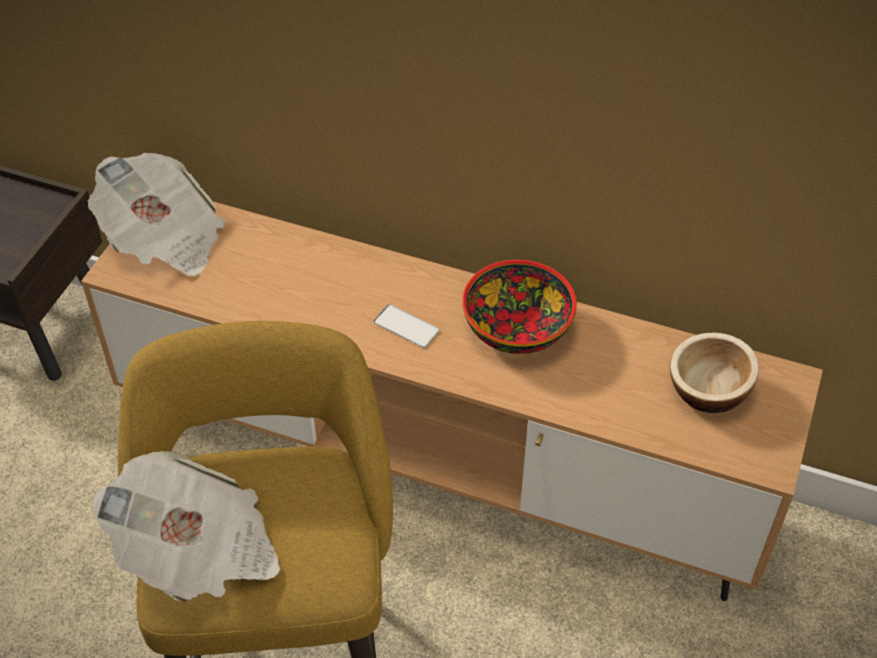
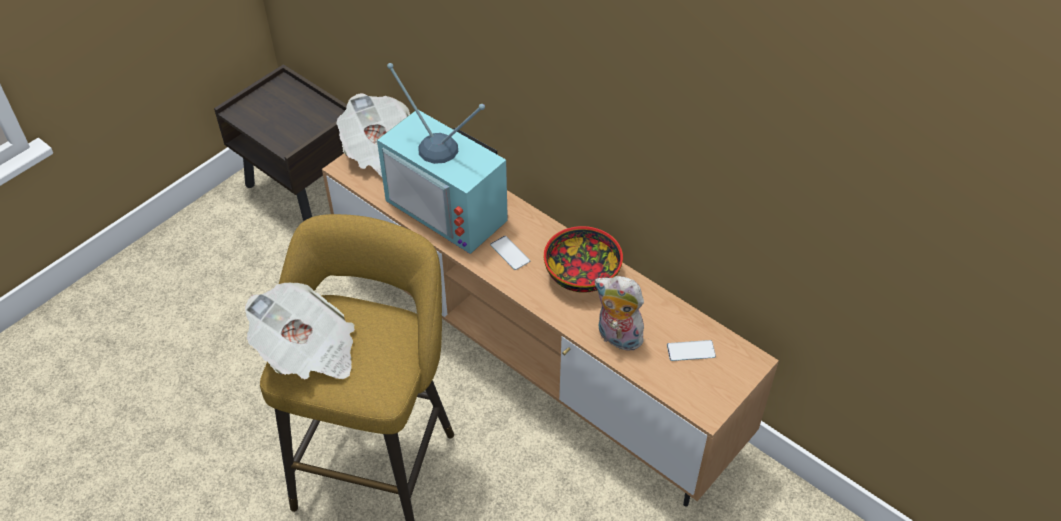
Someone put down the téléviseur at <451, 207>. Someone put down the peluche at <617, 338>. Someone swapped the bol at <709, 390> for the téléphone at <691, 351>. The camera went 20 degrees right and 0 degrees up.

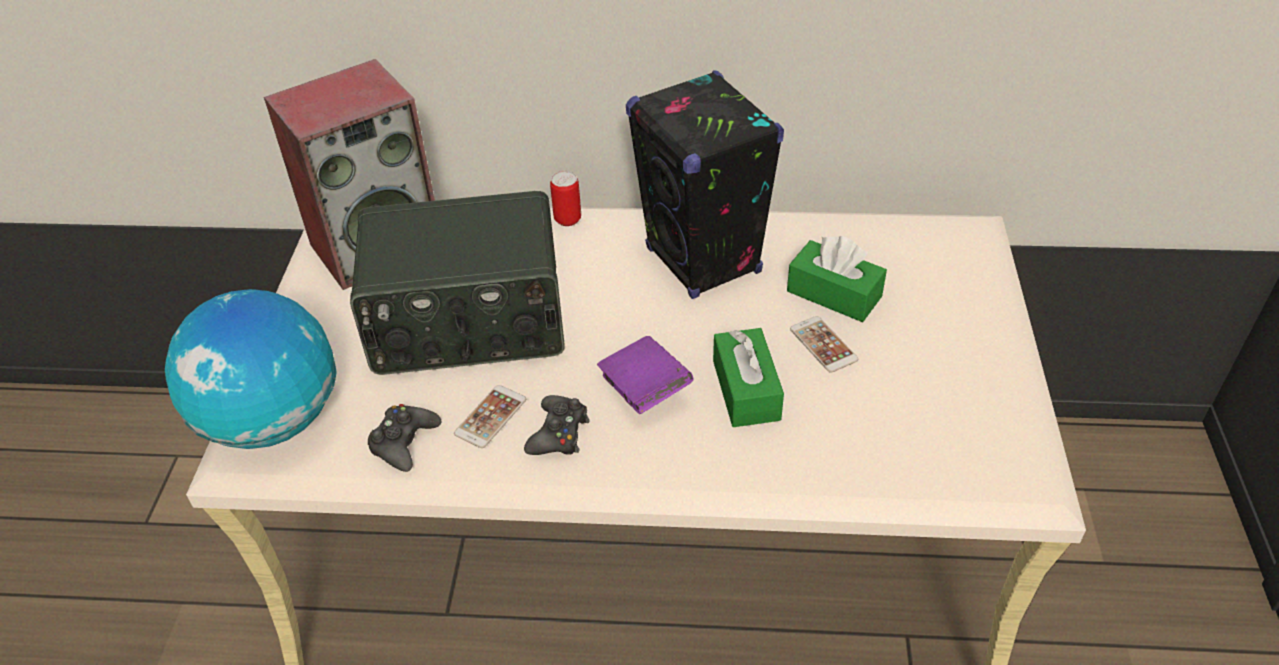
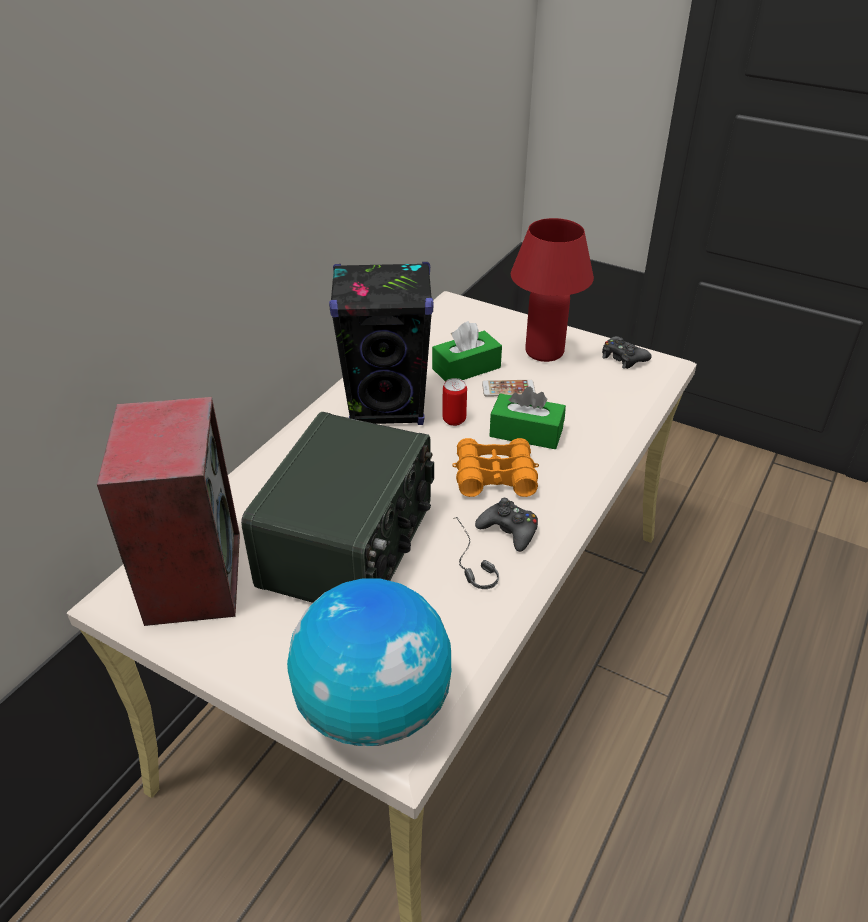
Someone carried the boîte métallique from <567, 219> to <454, 420>. Someone swapped the livre [violet] at <644, 390> for the jumelles [orange] at <494, 476>. Someone swapped the téléphone at <490, 417> for the casque audio at <467, 562>. Someone put down the lampe de table [rouge] at <544, 352>. Someone carried the manette [noir] from <404, 442> to <623, 358>. The camera went 65 degrees left and 5 degrees down.

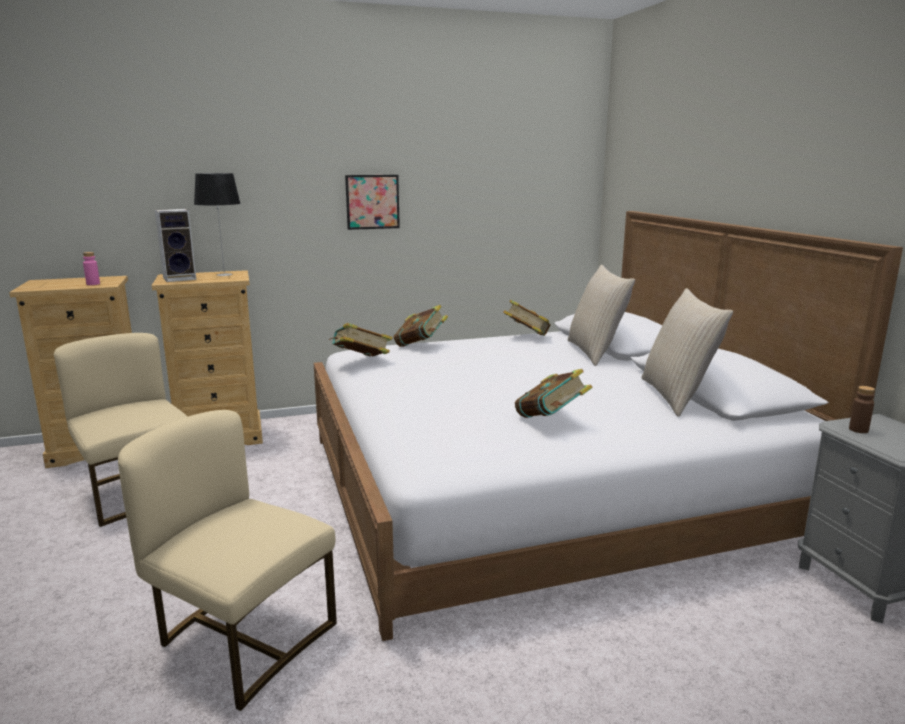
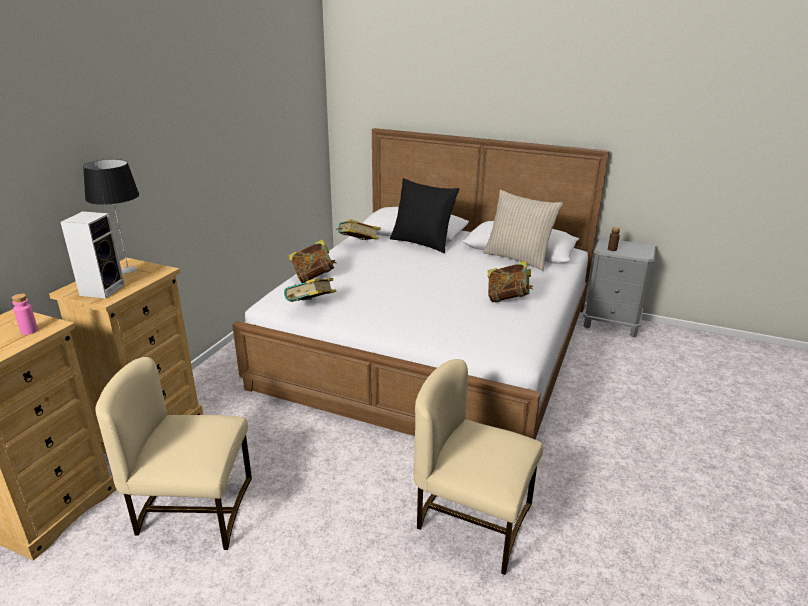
Someone repainted the coussin [beige] at <596, 352>, which became the coussin [noir] at <422, 243>. Someone rotated the chaise [beige] at <242, 640> by 45 degrees clockwise. Someone took away the tableau at <372, 202>. The camera went 50 degrees left and 10 degrees up.

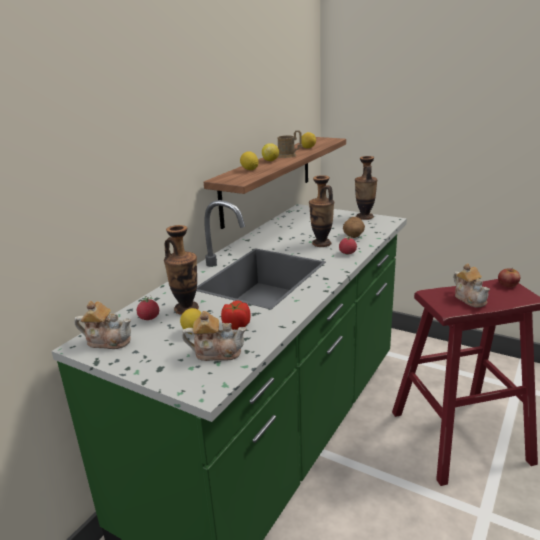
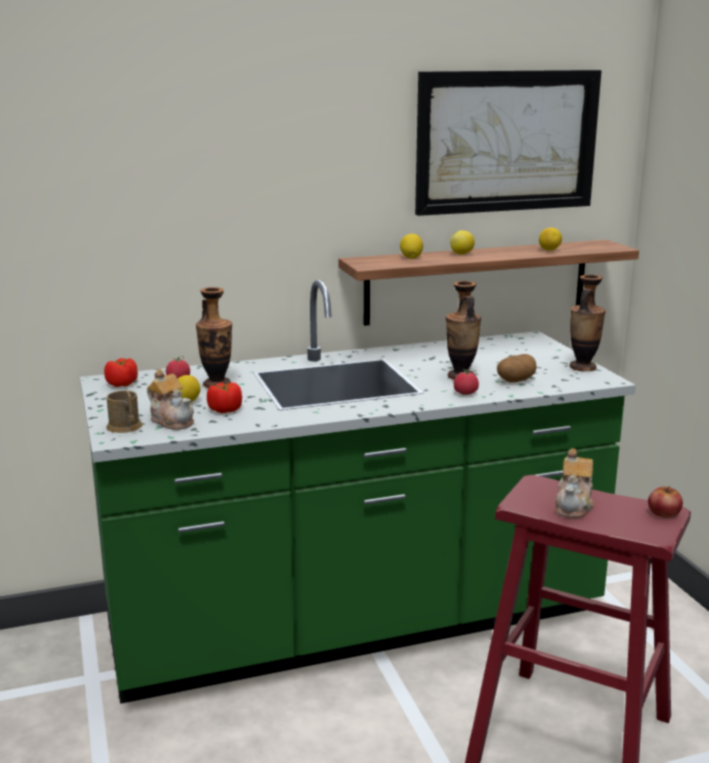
Someone swapped the théière at <108, 341> for the tomate at <122, 384>. Someone carried the mug [marron] from <289, 155> to <126, 428>. Someone put up the tableau at <506, 141>. The camera went 40 degrees right and 5 degrees down.

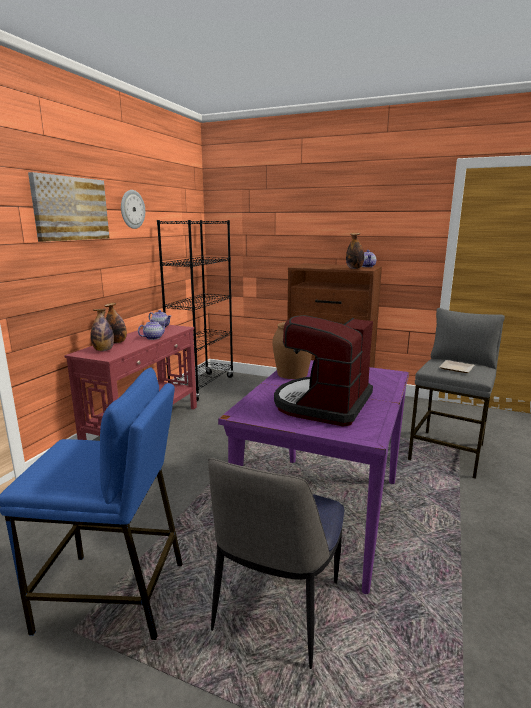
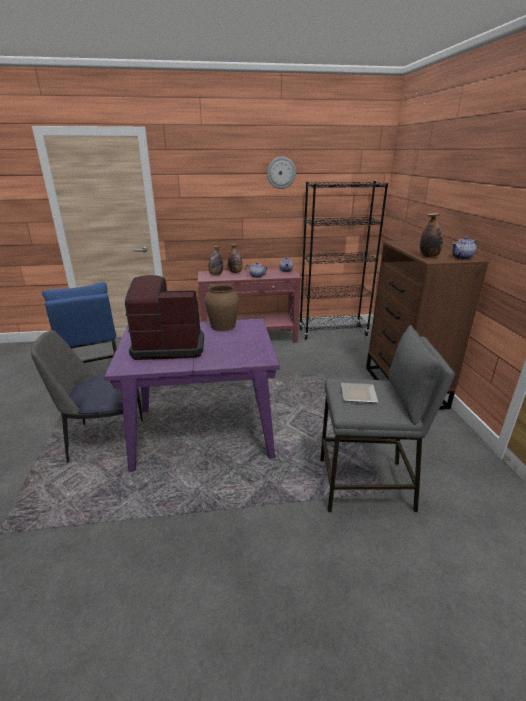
Someone took away the tableau at <70, 209>. The camera went 60 degrees right and 10 degrees up.

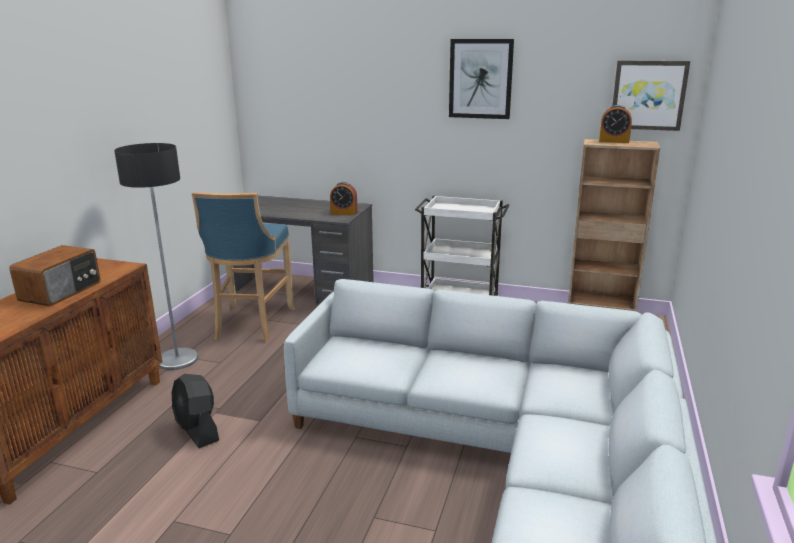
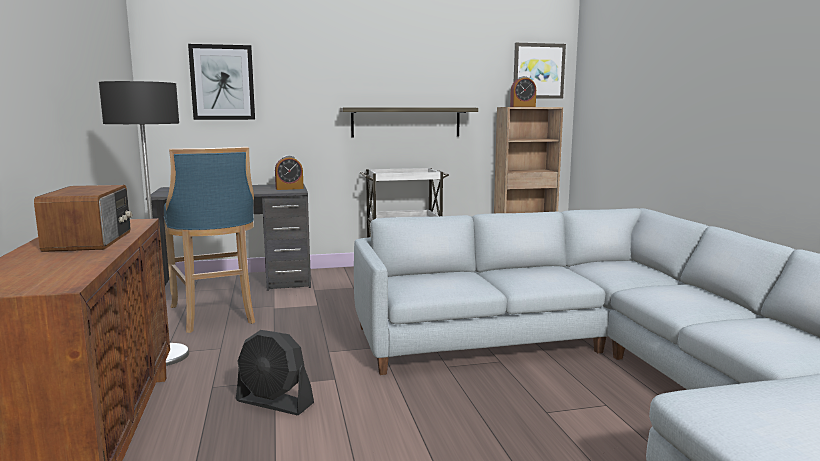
Someone carried the tableau from <480, 79> to <222, 82>. Someone put up the étagère at <406, 122>. The camera went 30 degrees left and 10 degrees down.

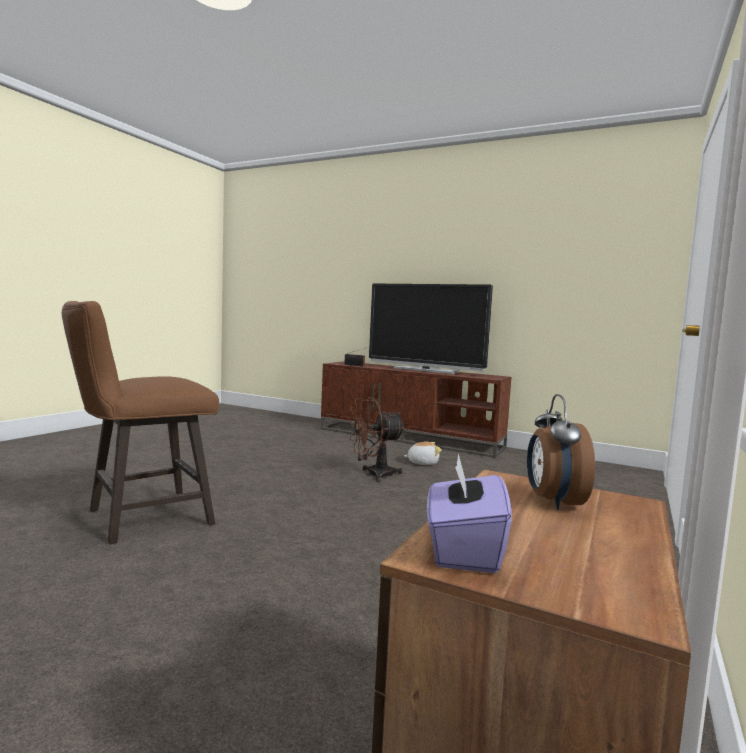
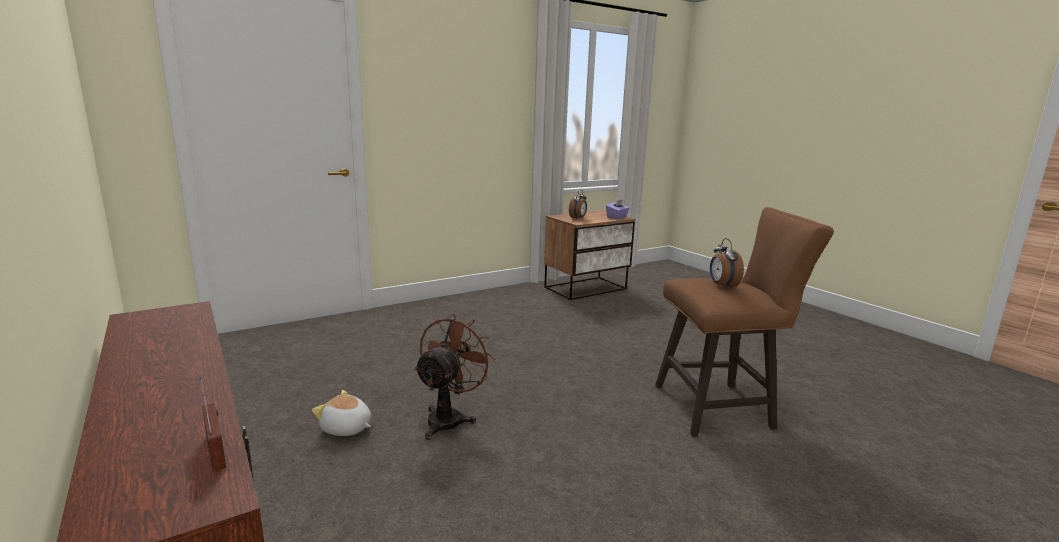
Someone rotated the ventilateur [marron] at <373, 475> by 75 degrees counterclockwise. Someone put down the réveil at <722, 286>. Someone took away the téléviseur at <425, 370>. The camera went 150 degrees left and 10 degrees up.

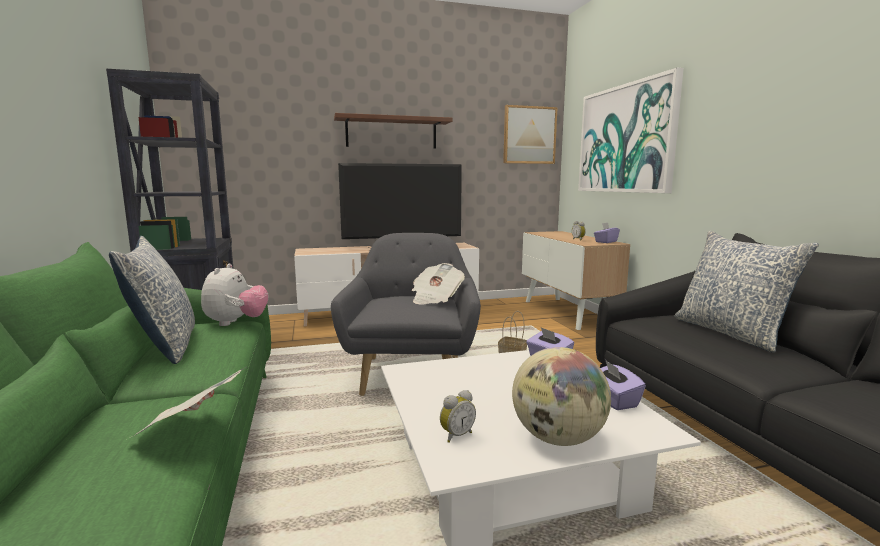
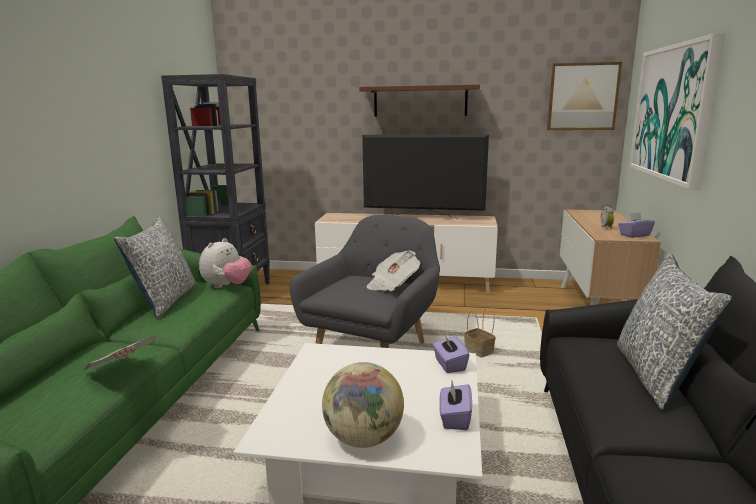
Someone took away the réveil at <456, 435>. The camera went 25 degrees right and 5 degrees up.

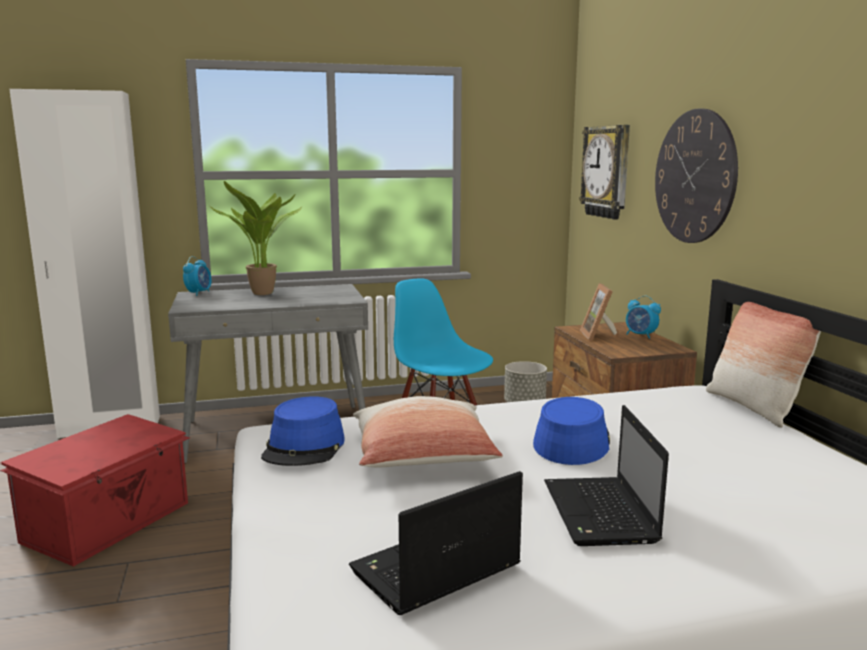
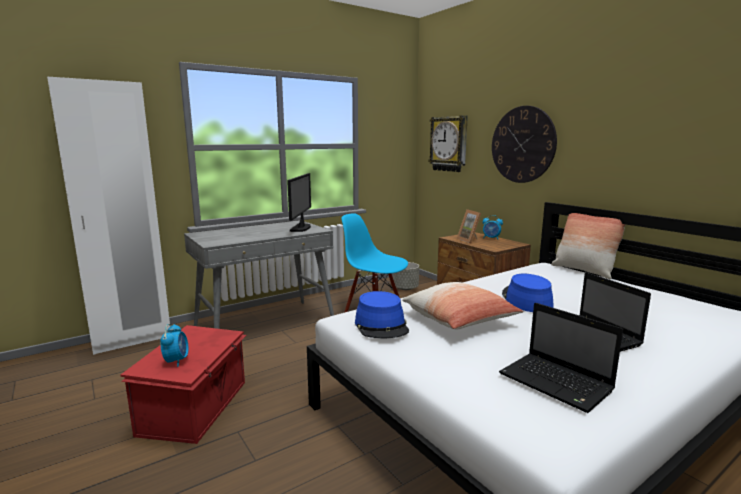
Someone carried the réveil from <199, 293> to <176, 361>. Someone put down the écran d'ordinateur at <301, 228>. Someone rotated the ordinateur portable at <433, 571> by 75 degrees counterclockwise. Someone took away the plante en pot at <264, 294>. The camera went 20 degrees left and 0 degrees up.

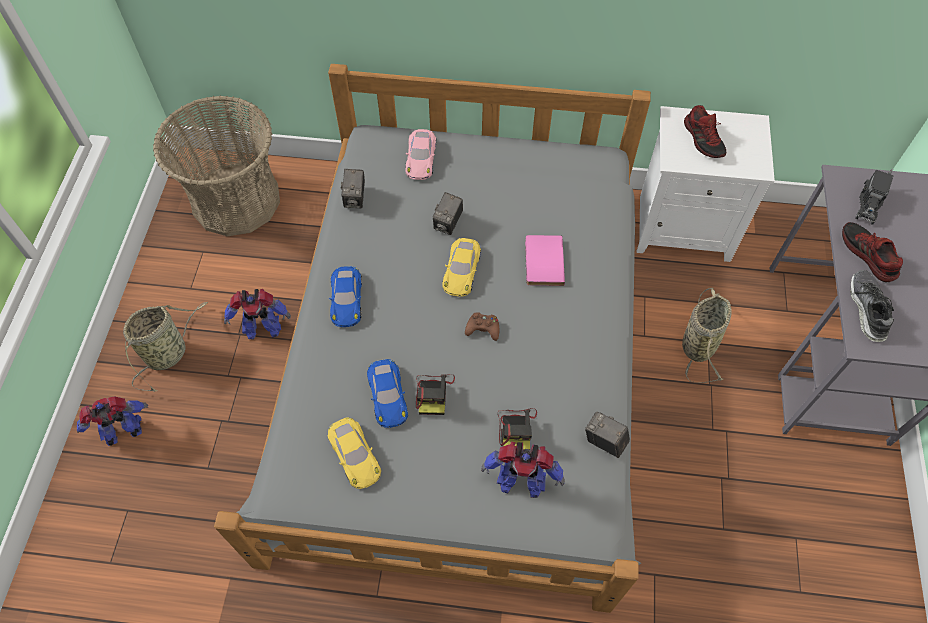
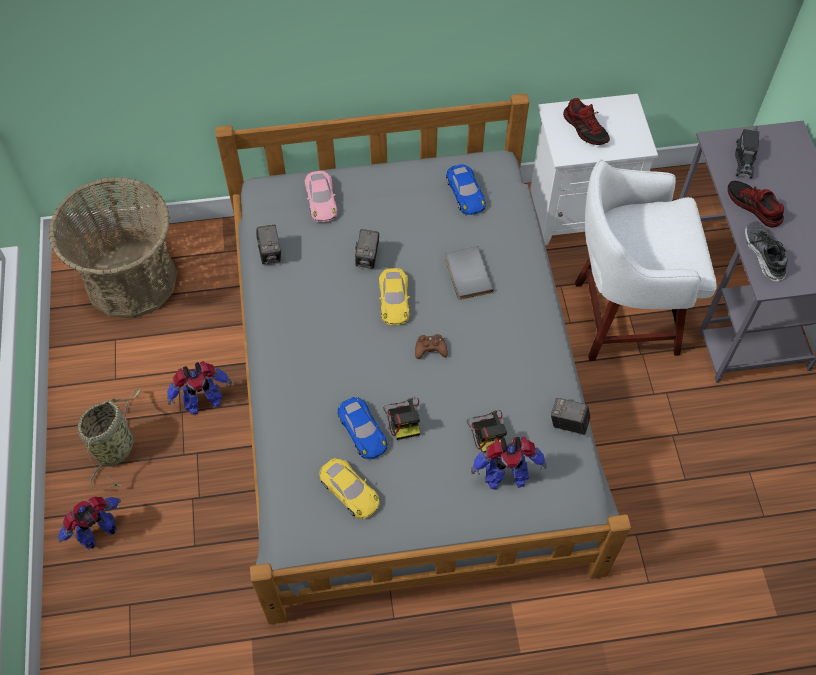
Someone repainted the livre [rose] at <542, 262>, which became the livre [gris] at <466, 275>. Someone carried the petite voiture [bleu] from <346, 299> to <465, 193>. Someone swapped the panier at <698, 343> for the tabouret [blanc] at <621, 318>. The camera went 15 degrees left and 0 degrees up.

